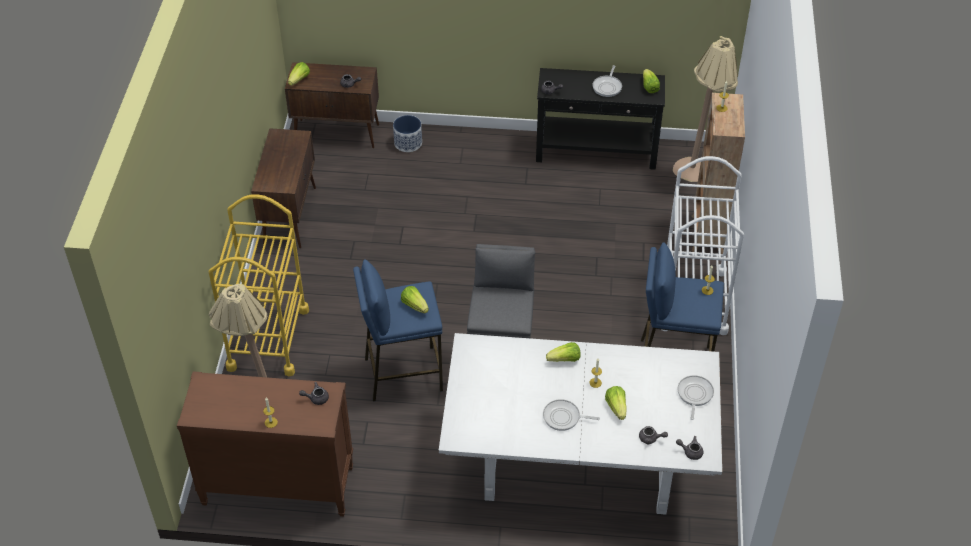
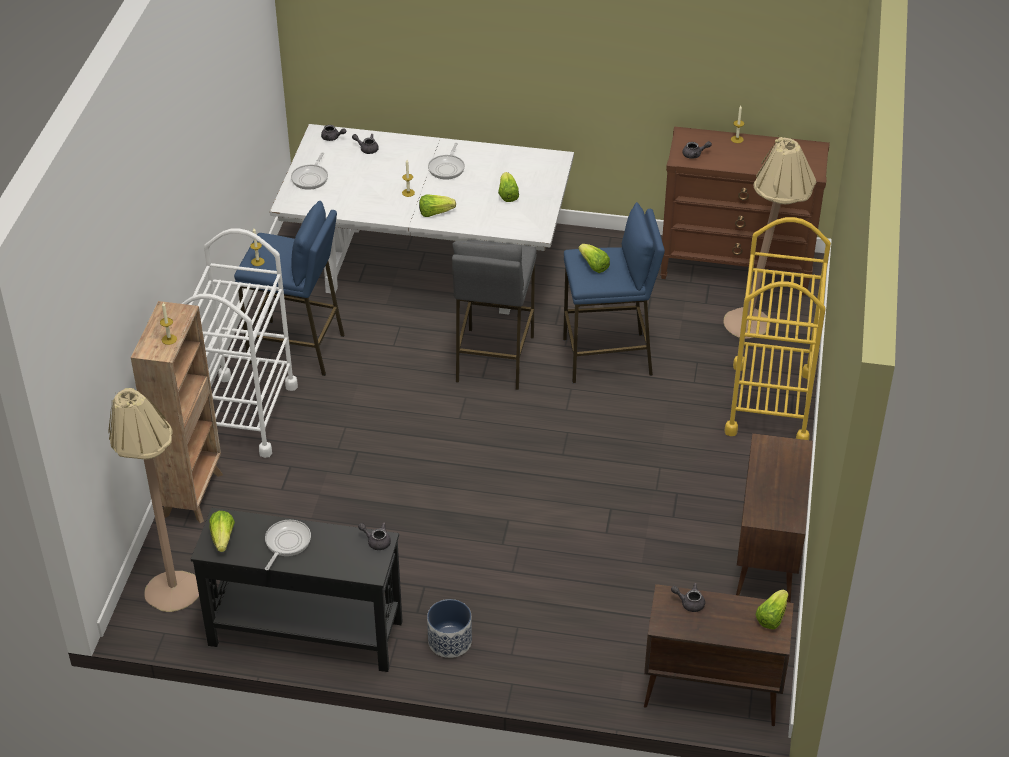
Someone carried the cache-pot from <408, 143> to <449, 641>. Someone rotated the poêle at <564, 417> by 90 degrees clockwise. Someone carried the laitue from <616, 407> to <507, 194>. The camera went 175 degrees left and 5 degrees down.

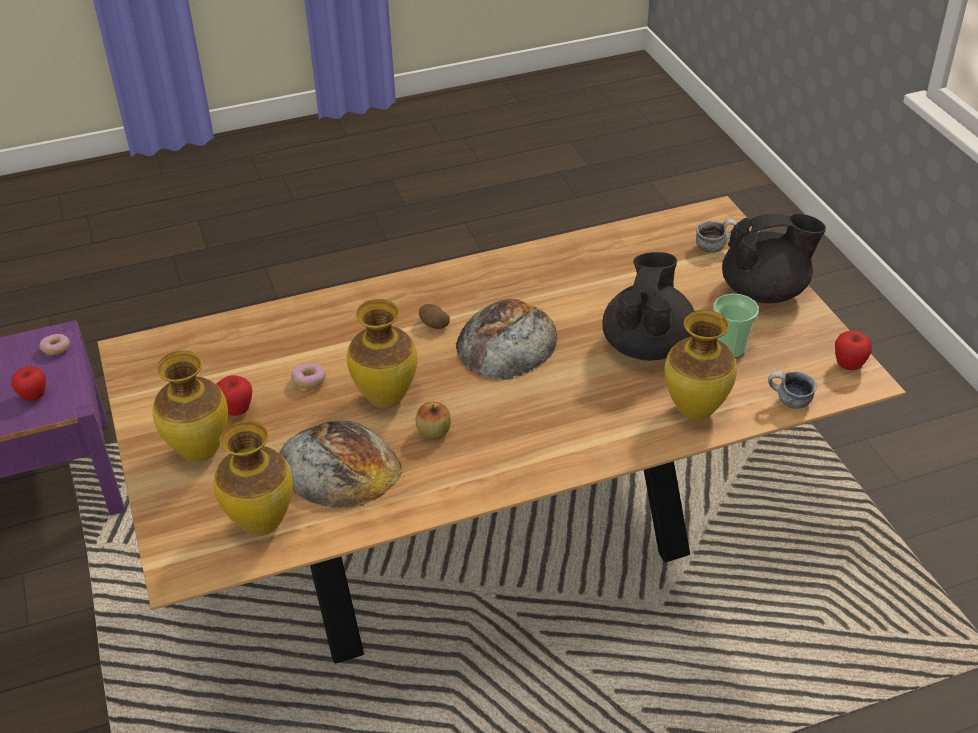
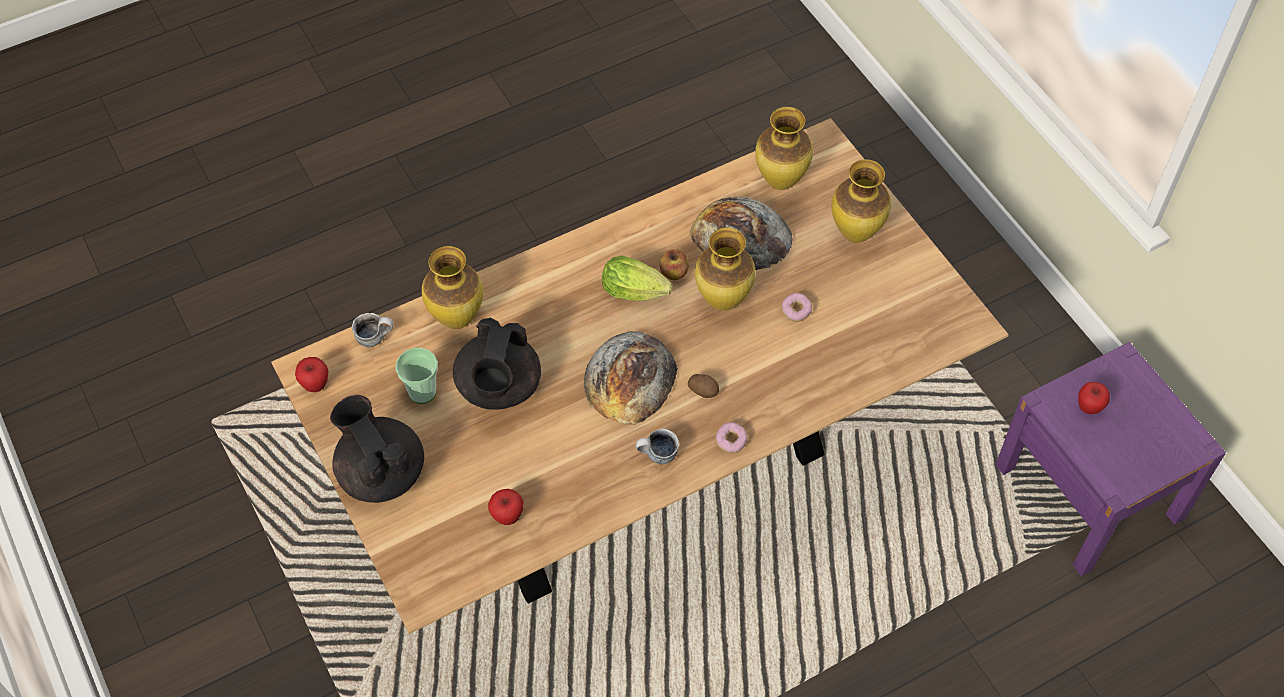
Someone rotated the théière [noir] at <765, 291> by 75 degrees clockwise. Someone carried the pomme from <237, 410> to <507, 516>. Someone put down the laitue at <638, 292>. Someone carried the mug from <714, 247> to <657, 456>. Someone carried the beignet from <56, 349> to <731, 441>. The camera went 170 degrees right and 15 degrees up.

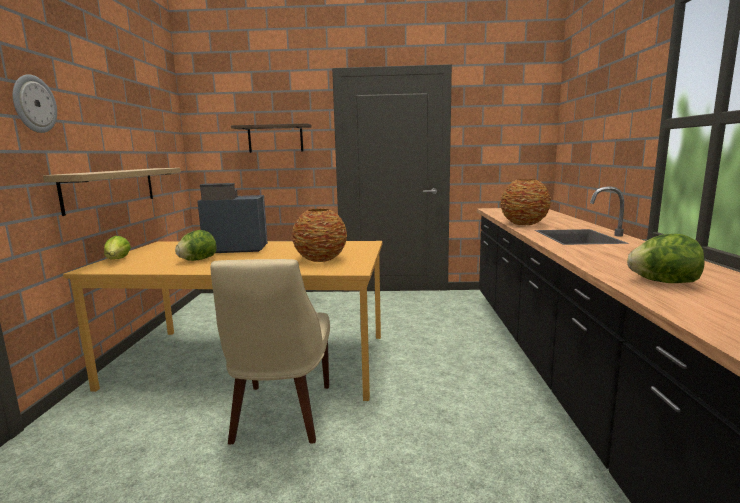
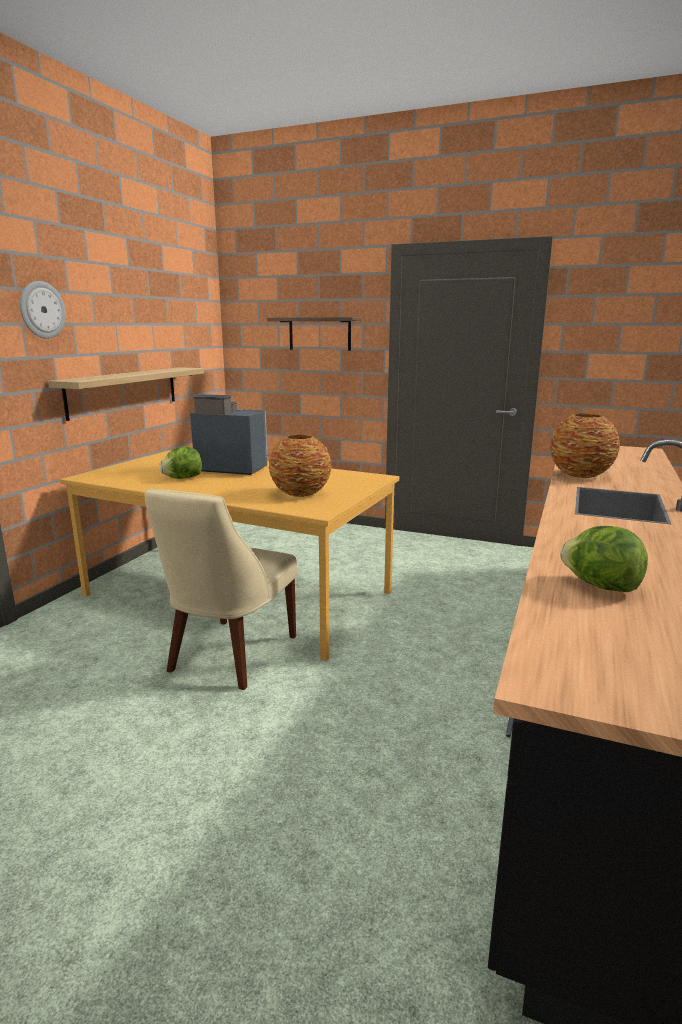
Someone took away the laitue at <117, 260>. The camera went 20 degrees right and 5 degrees up.

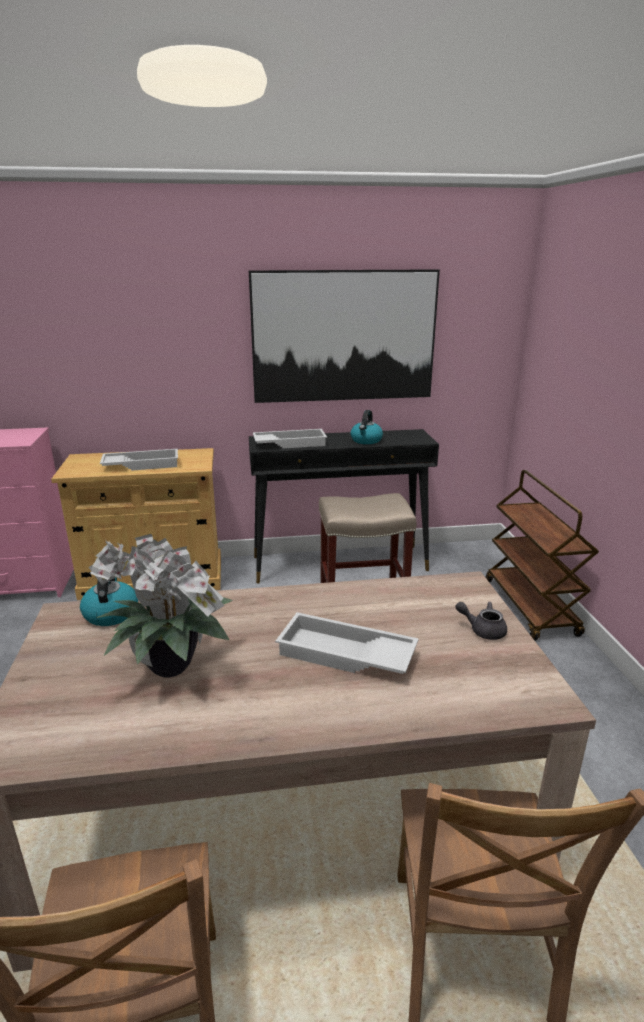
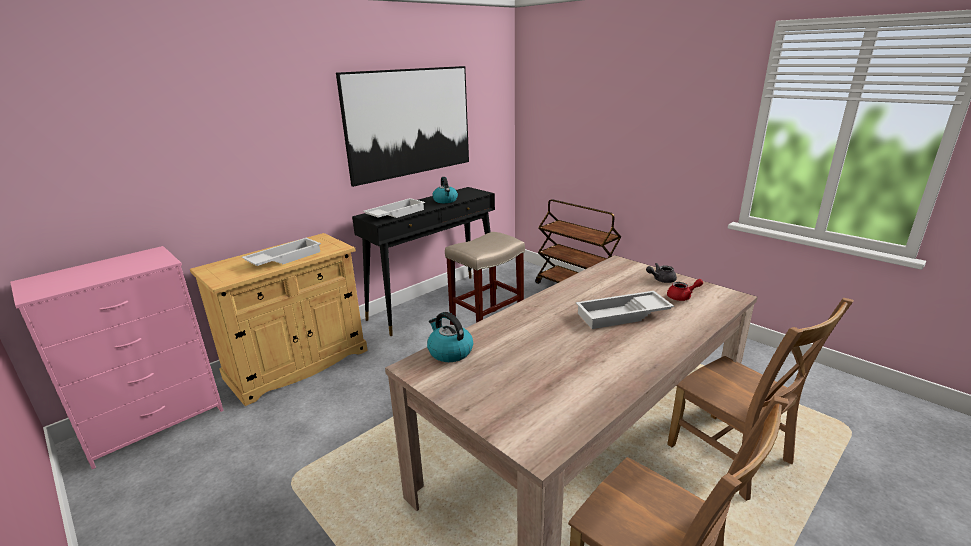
Someone put down the théière [rouge] at <682, 297>. Someone took away the plante en pot at <173, 670>. The camera went 35 degrees left and 0 degrees up.

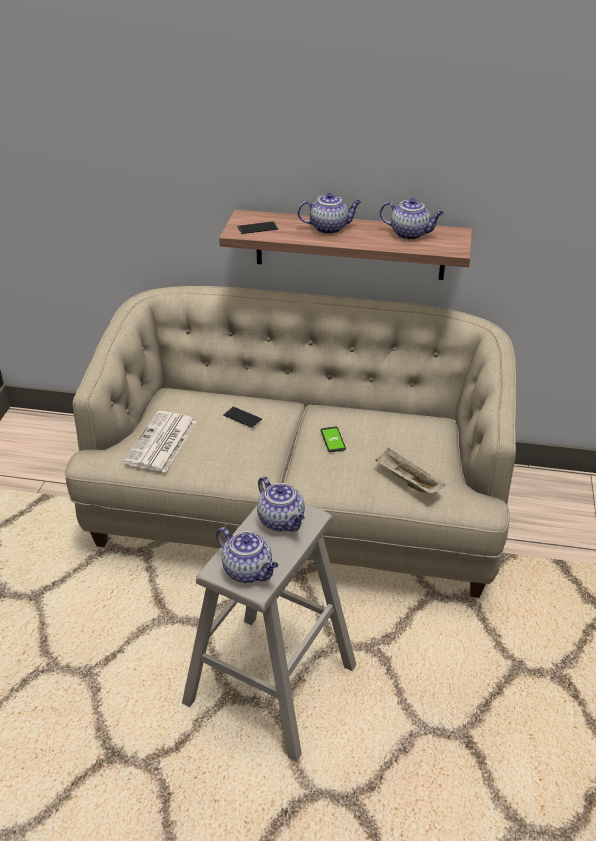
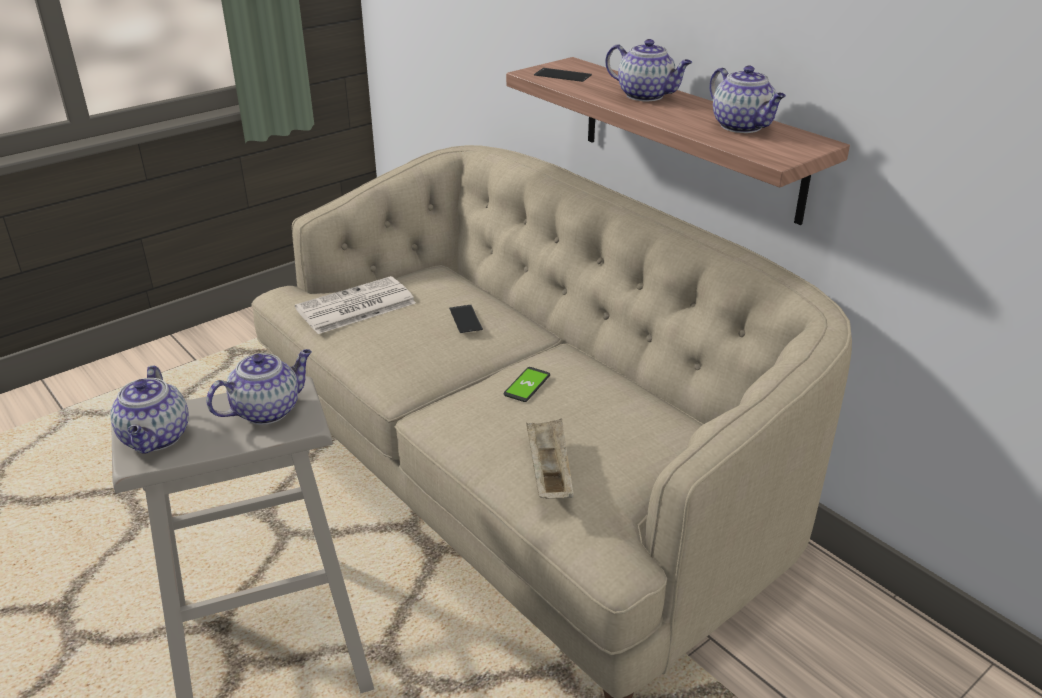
Someone rotated the théière at <282, 521> by 135 degrees counterclockwise. The camera went 40 degrees right and 5 degrees down.

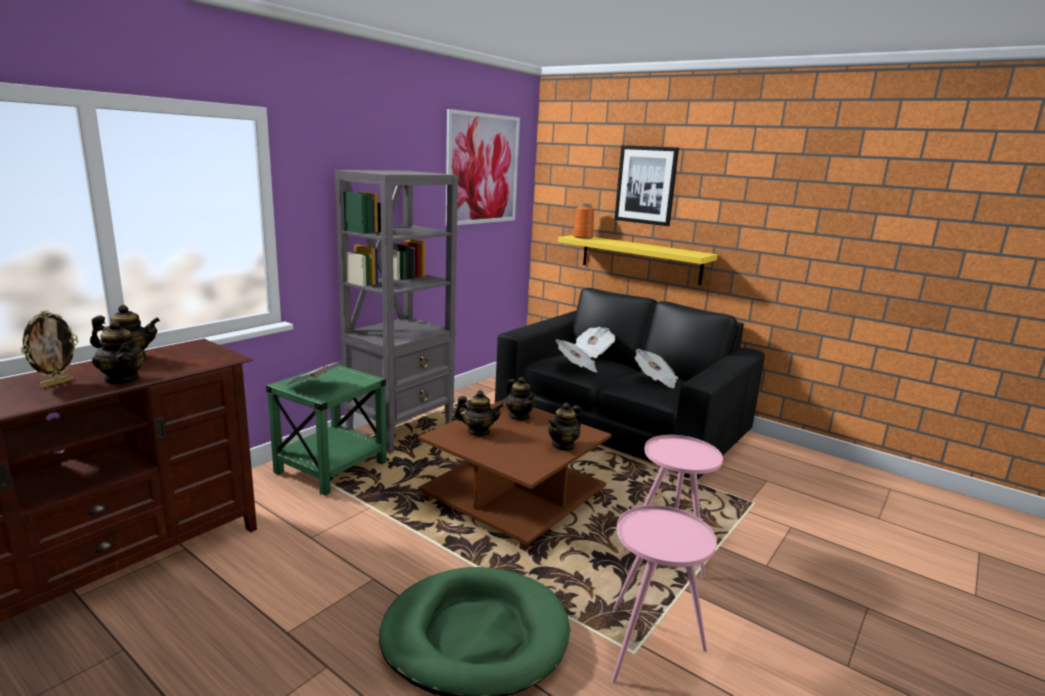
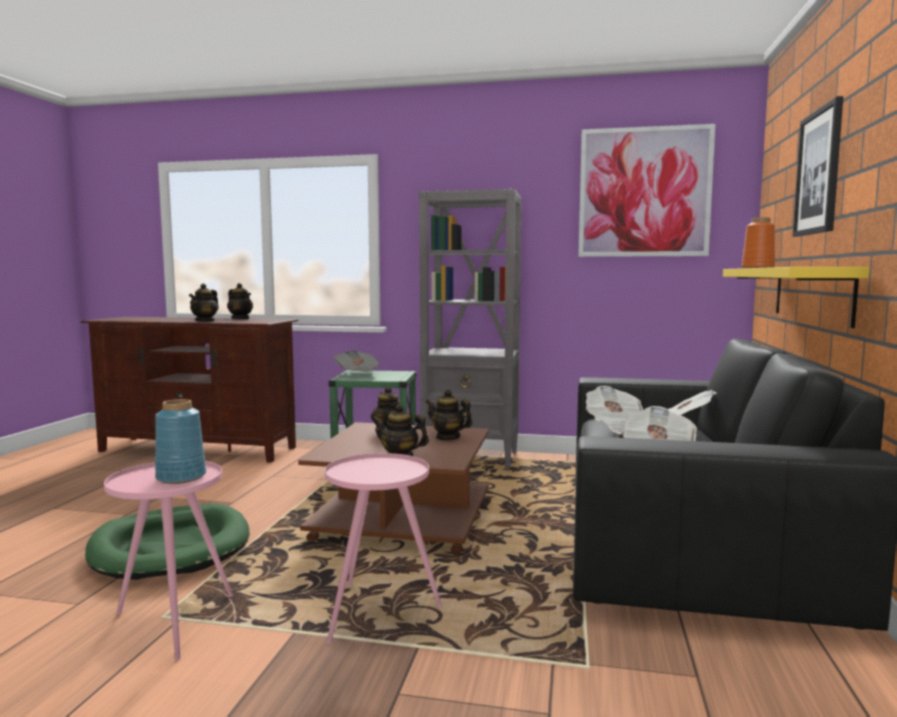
Someone put down the vase [bleu] at <182, 477>. Someone rotated the théière at <519, 416> by 90 degrees clockwise. Someone took away the cadre photo at <56, 383>. The camera went 65 degrees right and 10 degrees down.

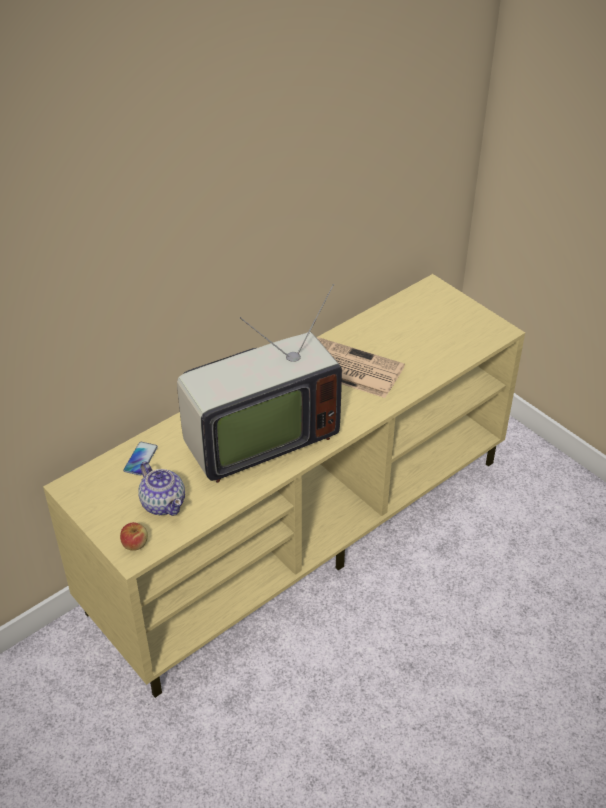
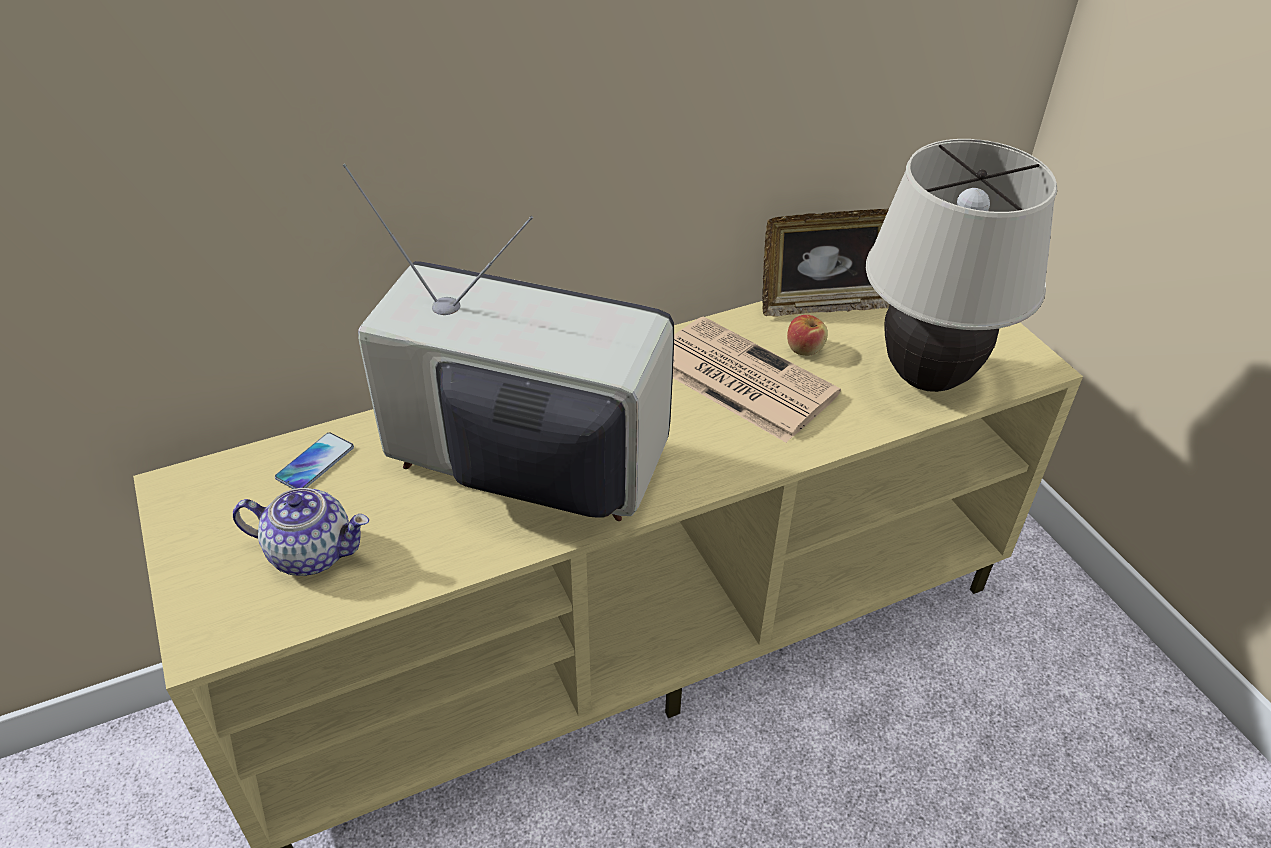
Someone rotated the théière at <163, 503> by 60 degrees counterclockwise. Someone rotated the téléviseur at <256, 439> by 150 degrees counterclockwise. Someone put down the cadre photo at <824, 304>. Someone carried the pomme from <135, 543> to <804, 348>. Someone put down the lampe de table [beige] at <928, 378>. The camera went 15 degrees right and 0 degrees up.

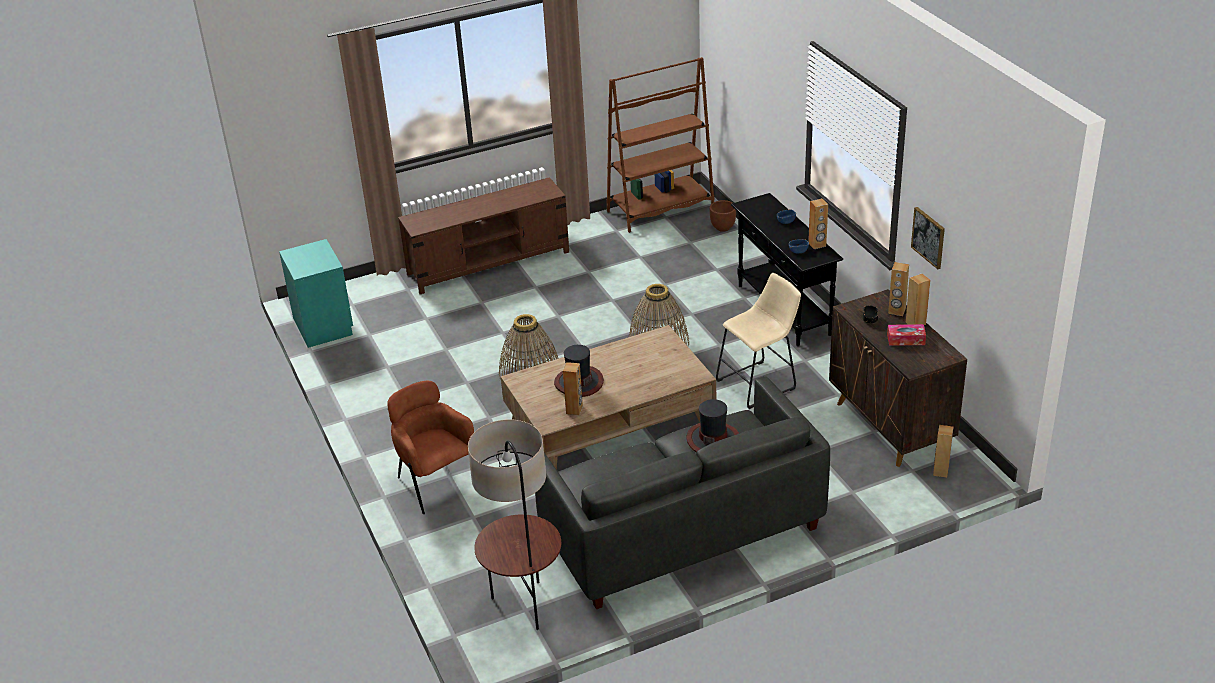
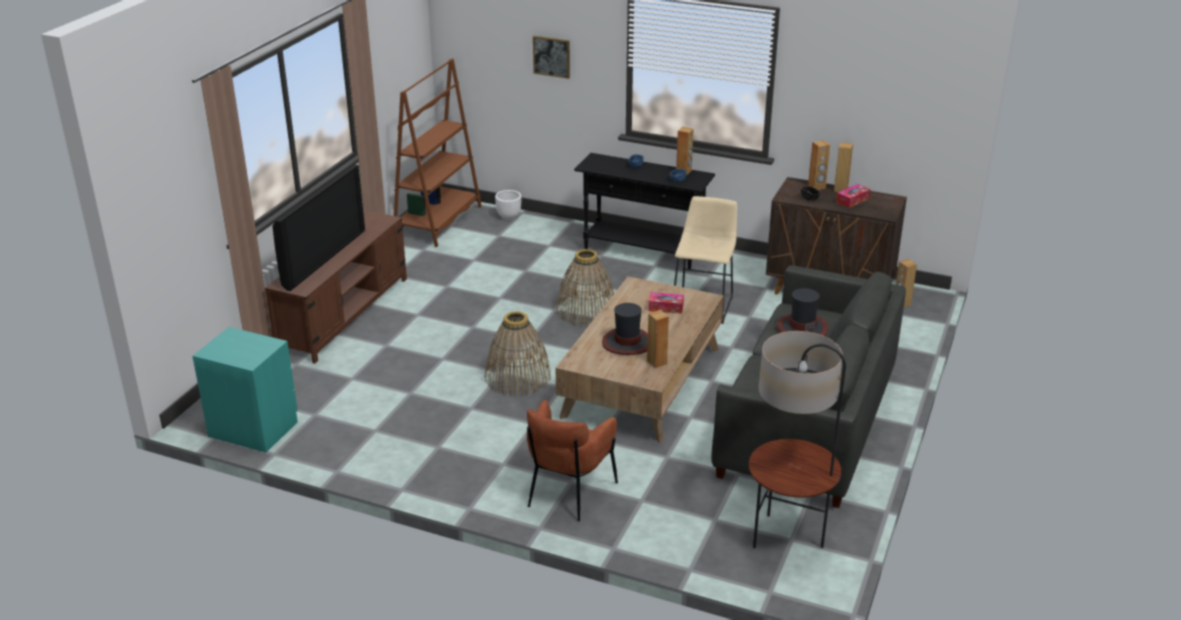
Someone put down the téléviseur at <322, 257>. Someone repainted the cache-pot [marron] at <723, 227>, which became the cache-pot [blanc] at <509, 217>. Someone rotated the fauteuil [marron] at <436, 482> by 75 degrees counterclockwise. Someone carried the tableau from <928, 237> to <551, 56>. Someone put down the boîte à mouchoirs at <666, 307>. The camera went 45 degrees left and 5 degrees down.

